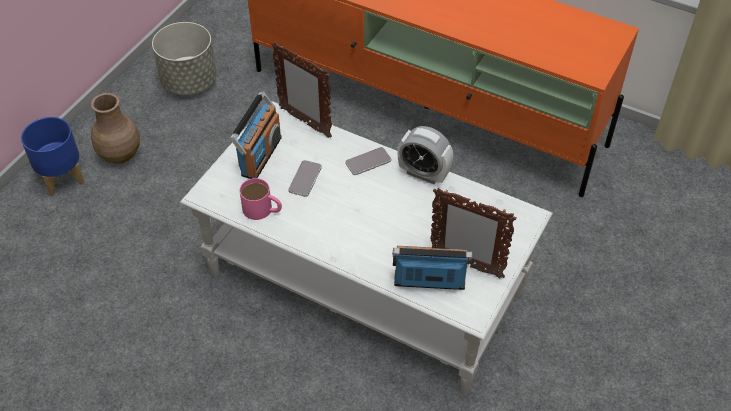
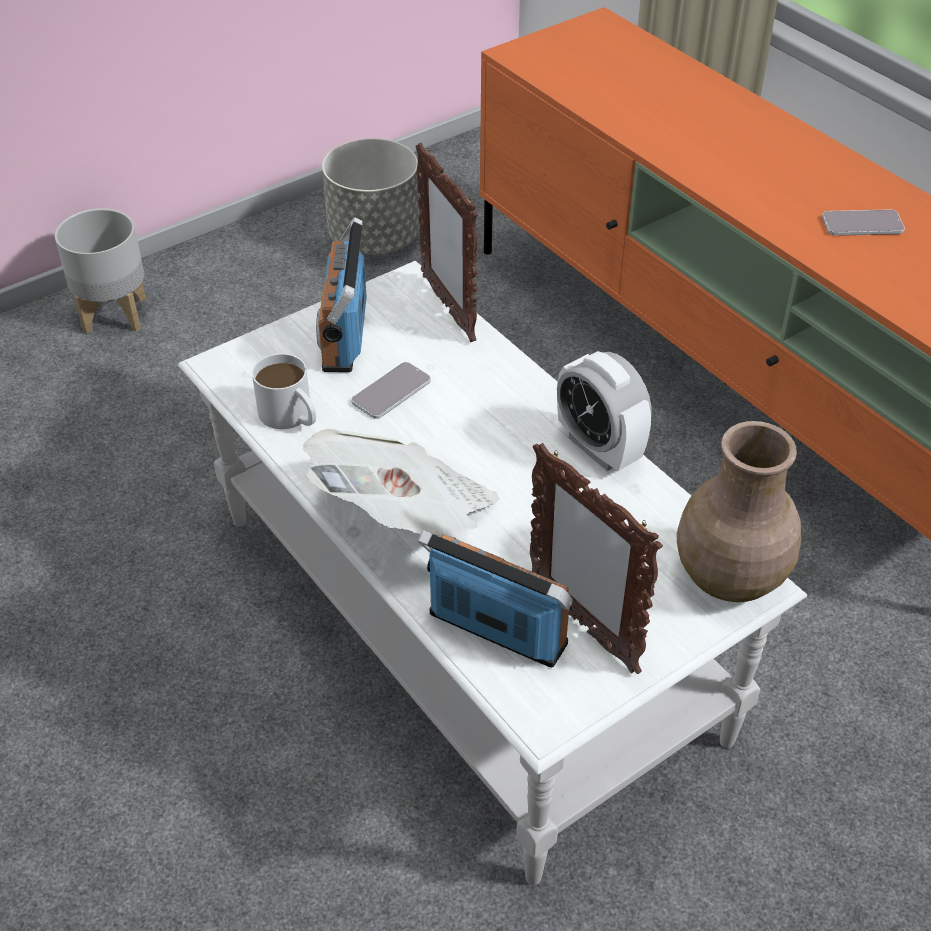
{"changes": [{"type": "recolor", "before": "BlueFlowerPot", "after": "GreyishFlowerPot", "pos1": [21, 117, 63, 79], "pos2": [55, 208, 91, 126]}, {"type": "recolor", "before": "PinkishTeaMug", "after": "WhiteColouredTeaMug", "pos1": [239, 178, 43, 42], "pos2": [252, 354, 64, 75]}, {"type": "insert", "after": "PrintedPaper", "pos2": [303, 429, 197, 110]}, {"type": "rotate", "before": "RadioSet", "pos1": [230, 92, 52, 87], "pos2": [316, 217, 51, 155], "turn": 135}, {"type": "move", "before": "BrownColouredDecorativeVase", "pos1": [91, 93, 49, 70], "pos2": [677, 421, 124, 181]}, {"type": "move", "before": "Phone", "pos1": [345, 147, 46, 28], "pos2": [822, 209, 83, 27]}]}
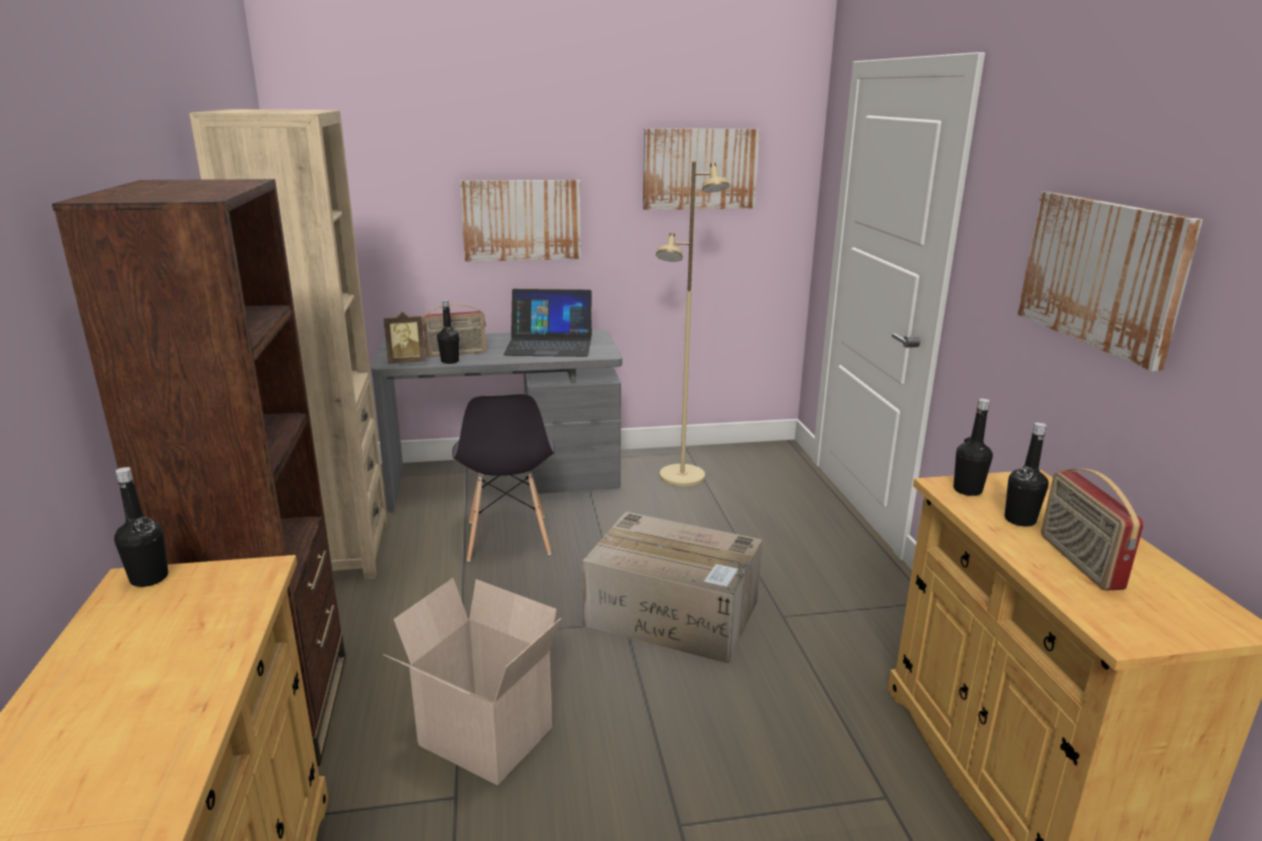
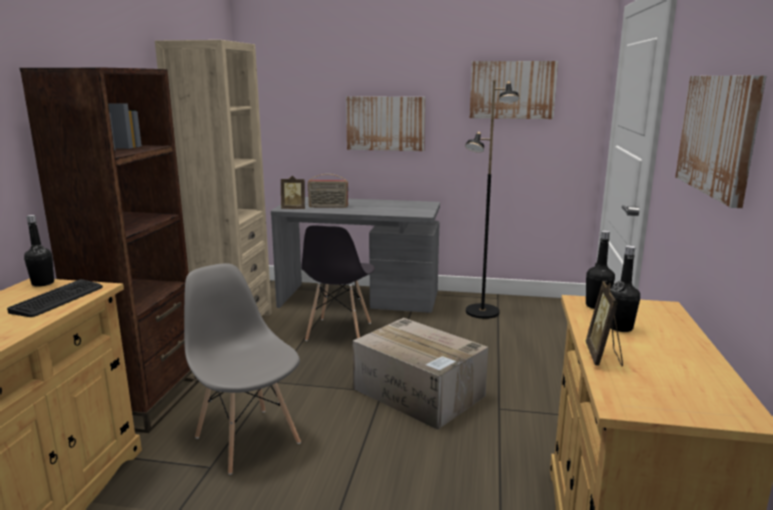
{"changes": [{"type": "insert", "after": "ComputerKeyboard", "pos2": [7, 279, 96, 38]}, {"type": "replace", "before": "Carton", "after": "GreyishUprightChair", "pos1": [384, 578, 177, 208], "pos2": [184, 263, 117, 212]}, {"type": "recolor", "before": "SandColouredStandingLamp", "after": "BlackColouredStandingLamp", "pos1": [656, 161, 74, 326], "pos2": [465, 80, 54, 239]}, {"type": "insert", "after": "PhotoFrame", "pos2": [586, 281, 37, 85]}, {"type": "delete", "before": "BlackColouredDrinkBottle", "pos1": [437, 300, 22, 64]}, {"type": "delete", "before": "NotebookComputer", "pos1": [503, 289, 89, 68]}, {"type": "delete", "before": "RadioSet", "pos1": [1041, 468, 103, 123]}]}
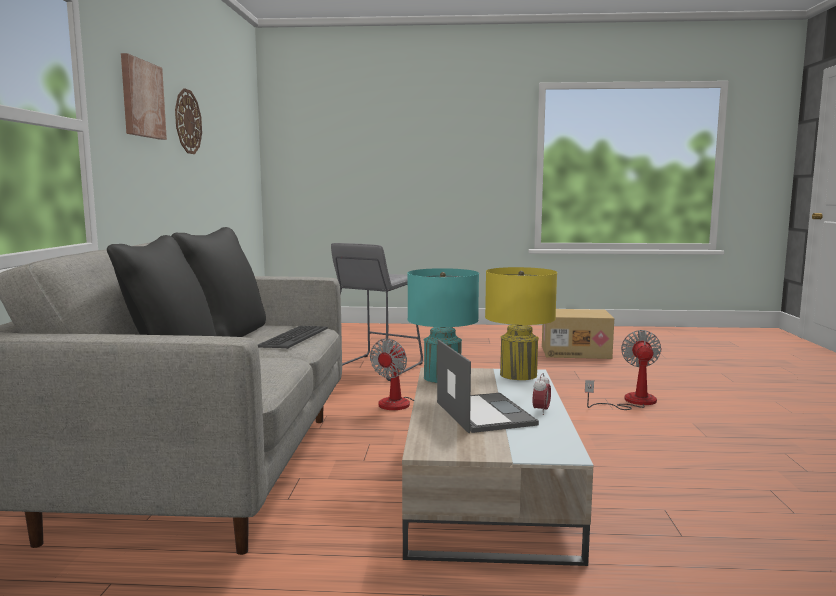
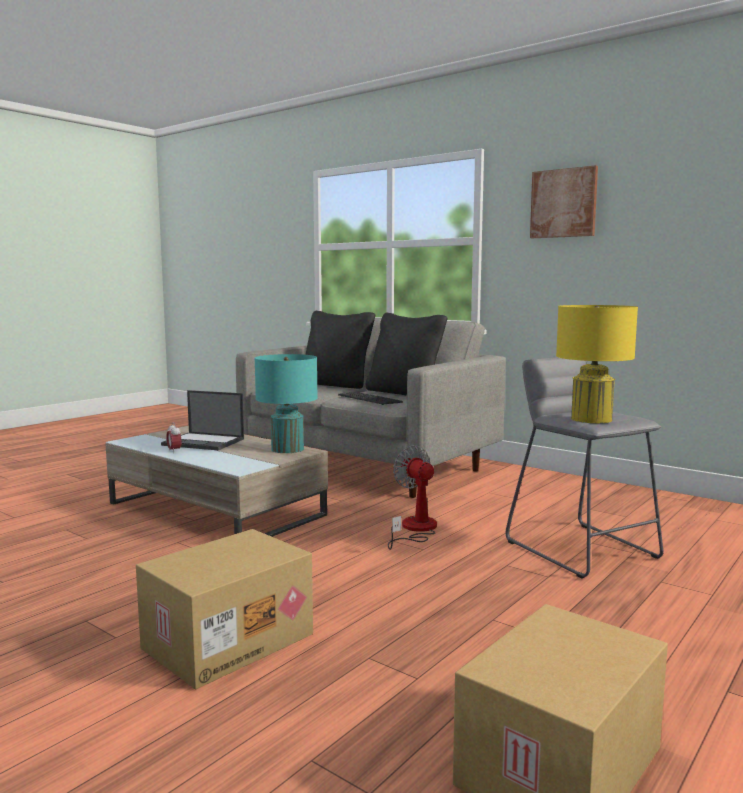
{"changes": [{"type": "replace", "before": "CoolingFan", "after": "Carton", "pos1": [585, 330, 76, 80], "pos2": [136, 529, 177, 160]}, {"type": "move", "before": "YellowTabletopLamp", "pos1": [485, 267, 72, 113], "pos2": [556, 305, 82, 118]}, {"type": "delete", "before": "WallClock", "pos1": [175, 88, 27, 66]}]}
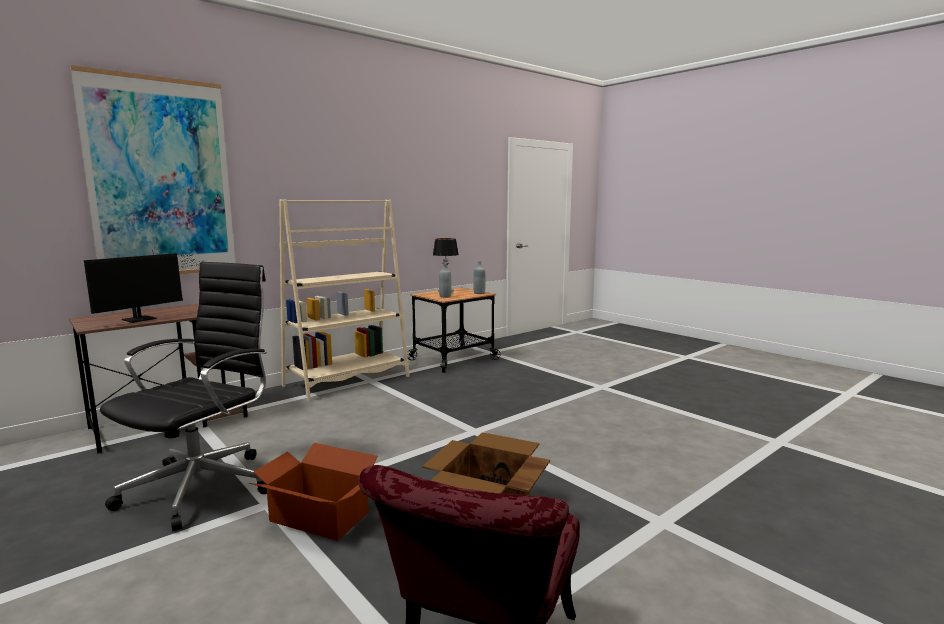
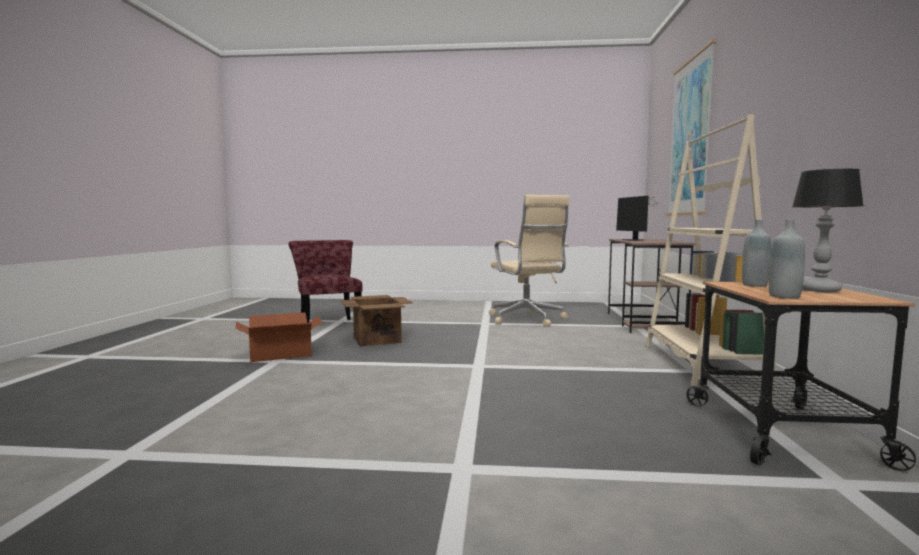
{"changes": [{"type": "move", "before": "Carton", "pos1": [249, 443, 129, 98], "pos2": [235, 312, 87, 50]}, {"type": "recolor", "before": "BlackColouredComputerChair", "after": "SandColouredComputerChair", "pos1": [100, 262, 167, 269], "pos2": [489, 195, 81, 132]}]}
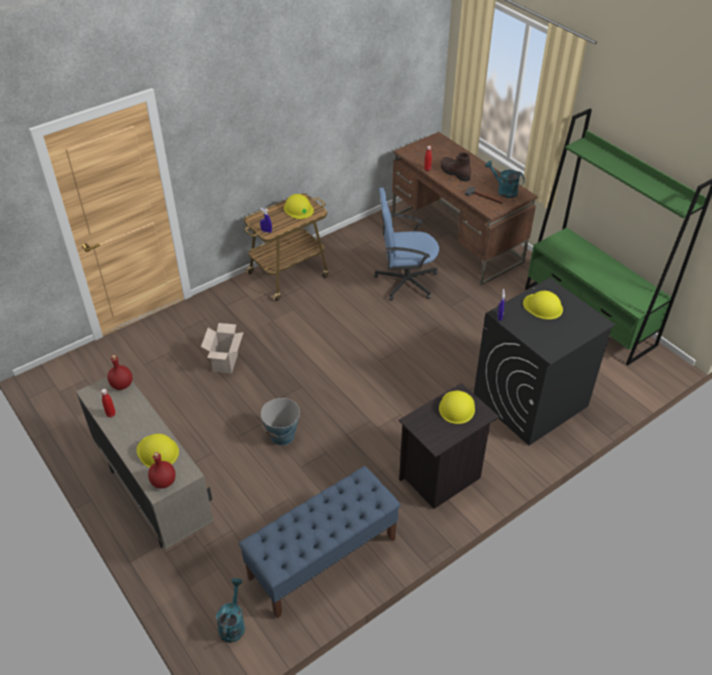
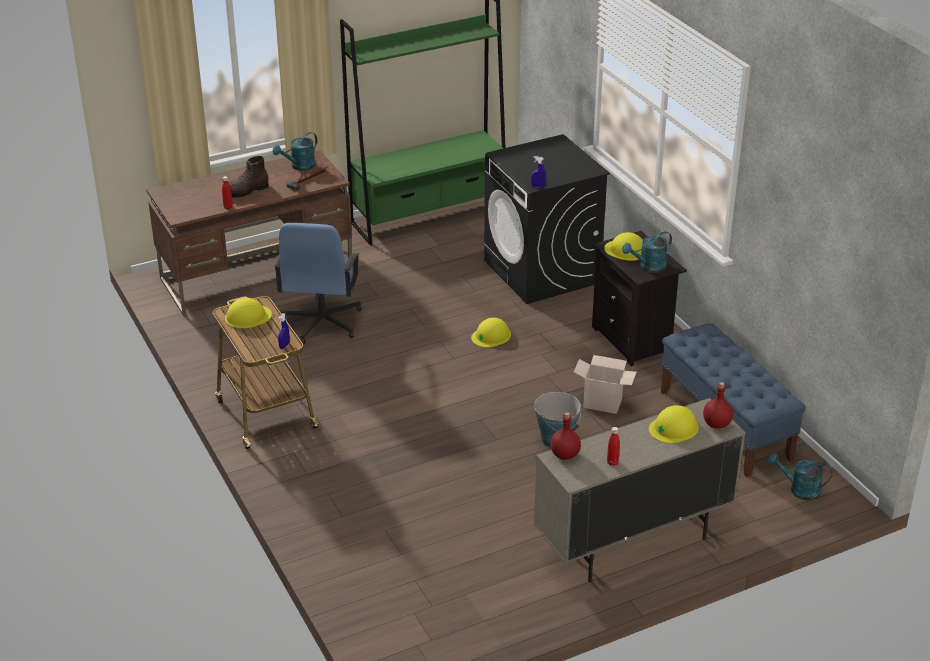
{"changes": [{"type": "move", "before": "YellowHardHat", "pos1": [523, 291, 40, 29], "pos2": [471, 318, 40, 30]}, {"type": "move", "before": "Carton", "pos1": [201, 323, 42, 50], "pos2": [574, 355, 62, 59]}, {"type": "insert", "after": "BlueGreenSprinklingCan", "pos2": [622, 231, 50, 42]}]}
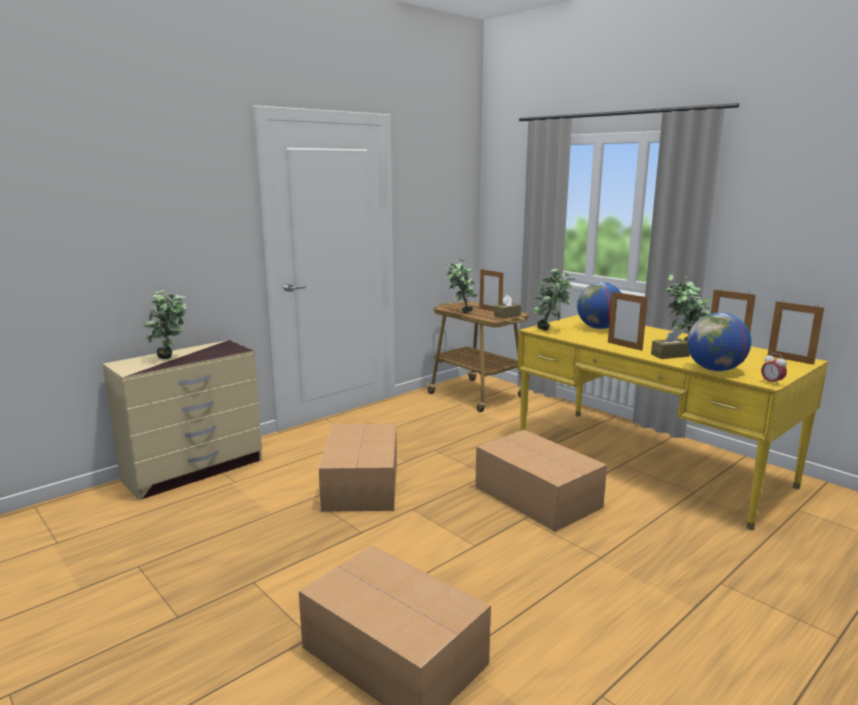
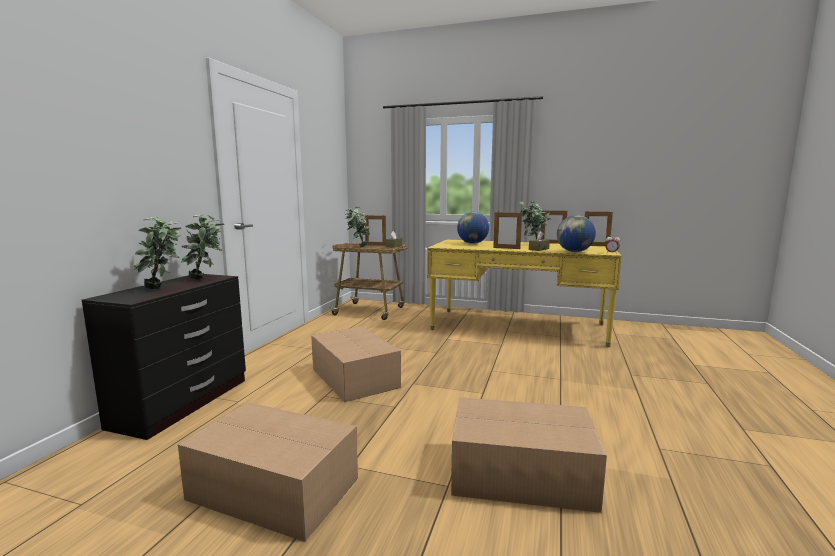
{"changes": [{"type": "recolor", "before": "SandColouredChestOfDrawers", "after": "BlackColouredChestOfDrawers", "pos1": [103, 340, 159, 160], "pos2": [82, 274, 164, 166]}, {"type": "move", "before": "Carton", "pos1": [475, 430, 132, 102], "pos2": [178, 402, 180, 140]}, {"type": "move", "before": "PlantInAPot", "pos1": [533, 269, 43, 62], "pos2": [181, 214, 43, 66]}]}
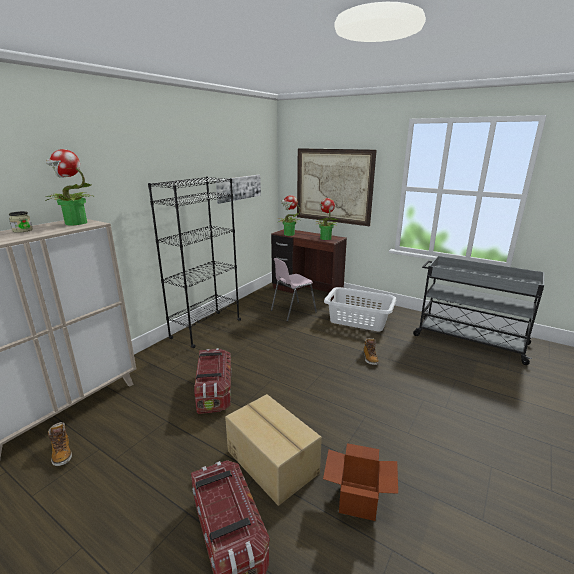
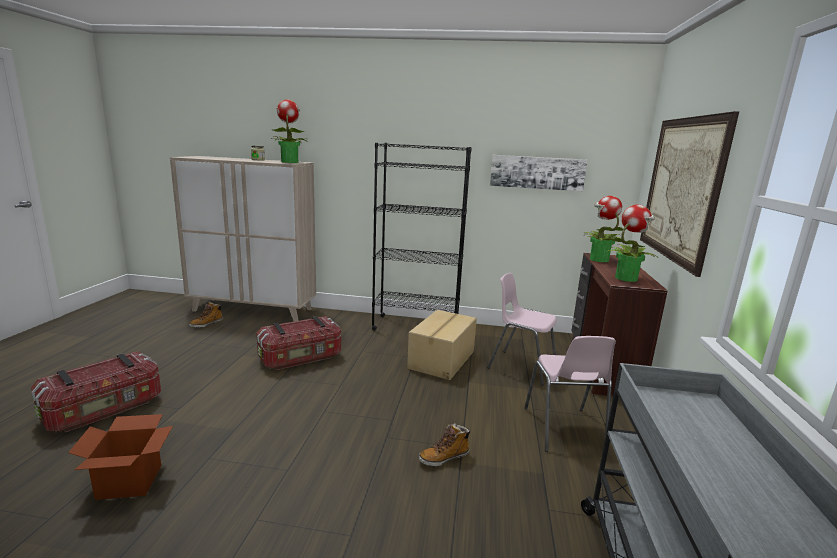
{"changes": [{"type": "move", "before": "Carton", "pos1": [225, 394, 97, 112], "pos2": [407, 310, 70, 70]}, {"type": "replace", "before": "WhiteColouredLaundryBasket", "after": "PinkishUprightChair", "pos1": [324, 287, 72, 44], "pos2": [524, 336, 92, 116]}]}
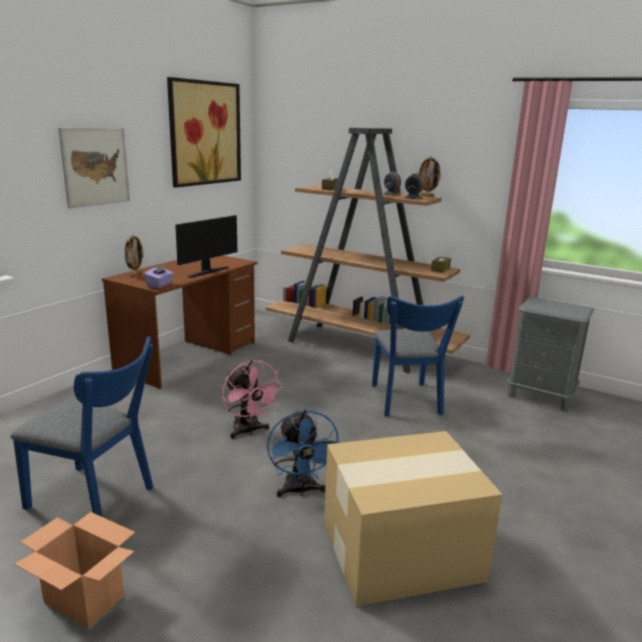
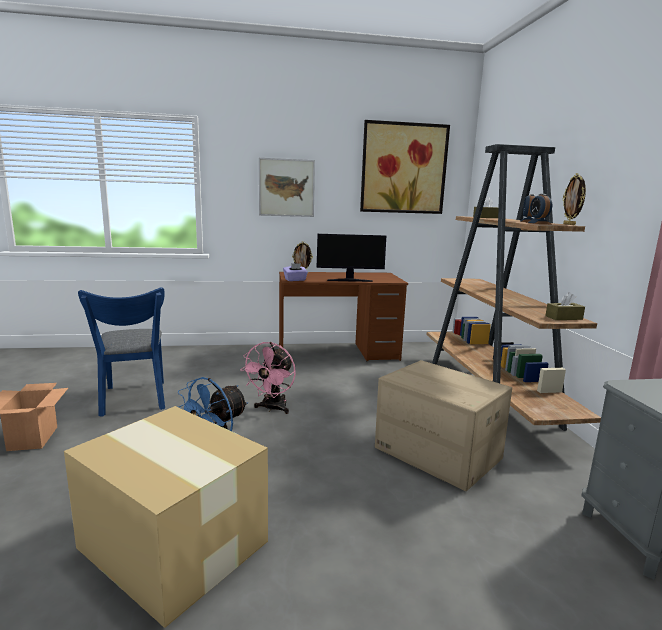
{"changes": [{"type": "replace", "before": "BlueUprightChair", "after": "Carton", "pos1": [372, 296, 92, 121], "pos2": [375, 360, 137, 131]}]}
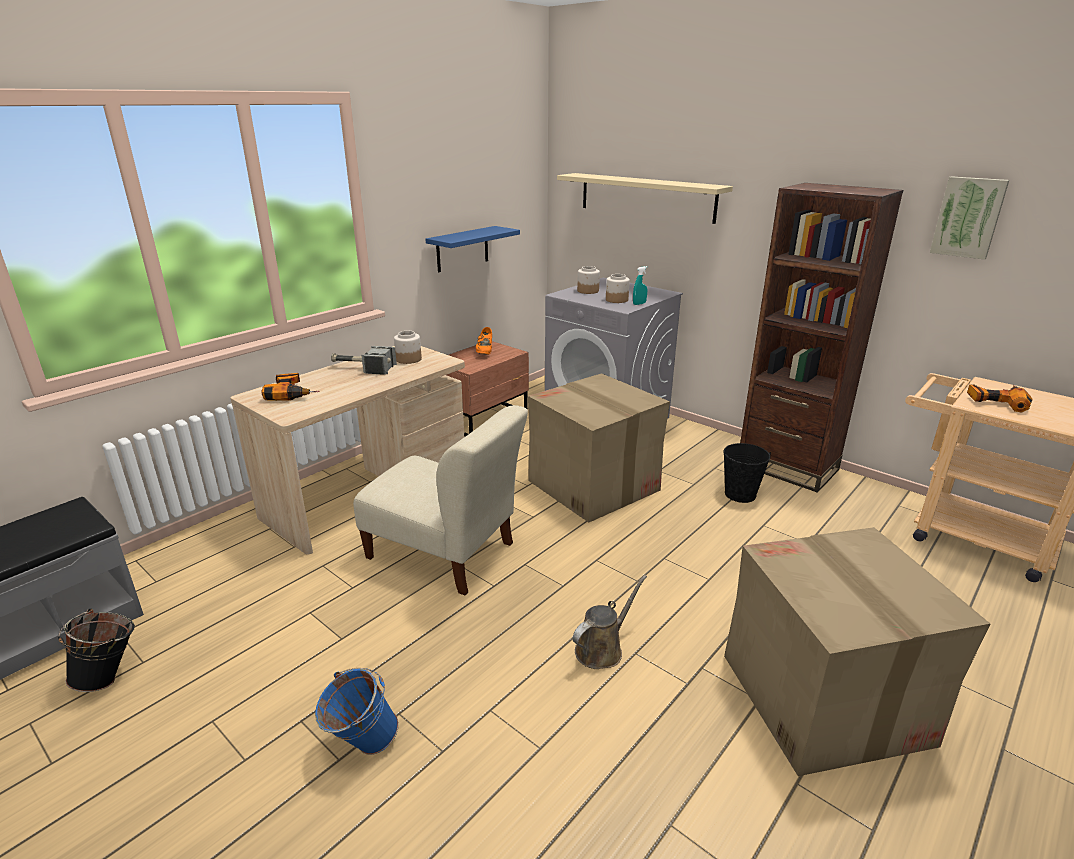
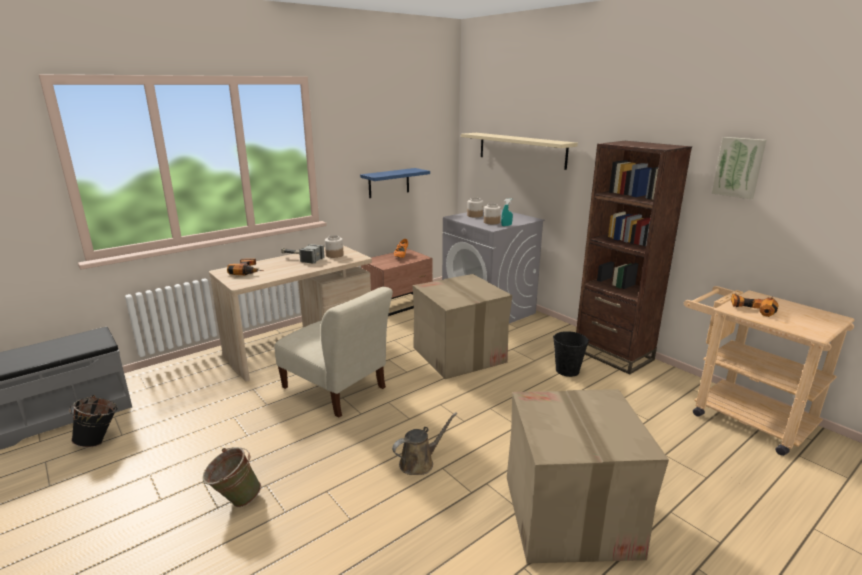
{"changes": [{"type": "recolor", "before": "BlueBucket", "after": "GreenColouredBucket", "pos1": [315, 668, 84, 87], "pos2": [203, 447, 58, 60]}]}
